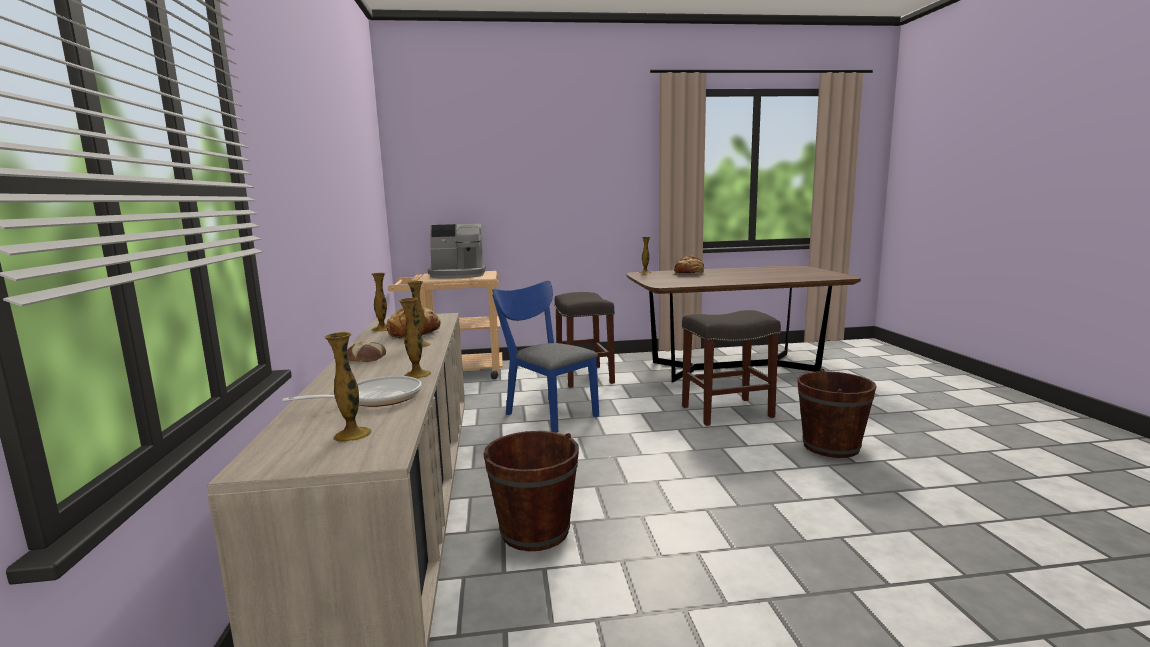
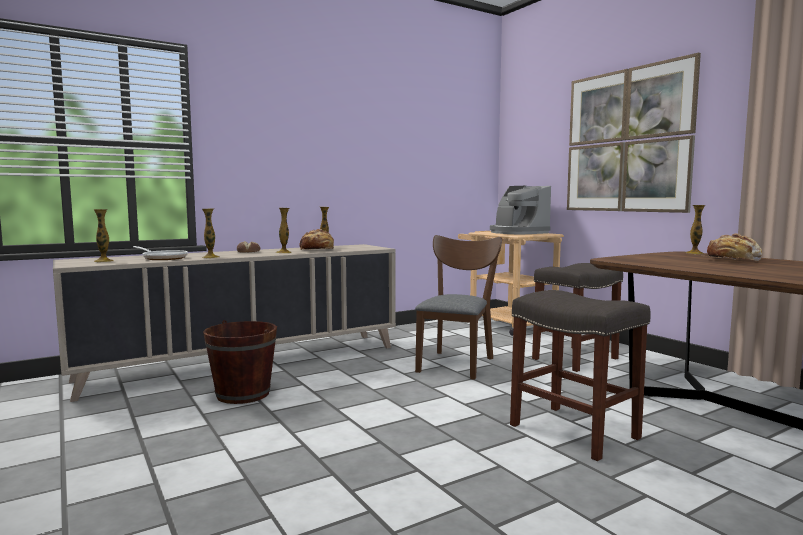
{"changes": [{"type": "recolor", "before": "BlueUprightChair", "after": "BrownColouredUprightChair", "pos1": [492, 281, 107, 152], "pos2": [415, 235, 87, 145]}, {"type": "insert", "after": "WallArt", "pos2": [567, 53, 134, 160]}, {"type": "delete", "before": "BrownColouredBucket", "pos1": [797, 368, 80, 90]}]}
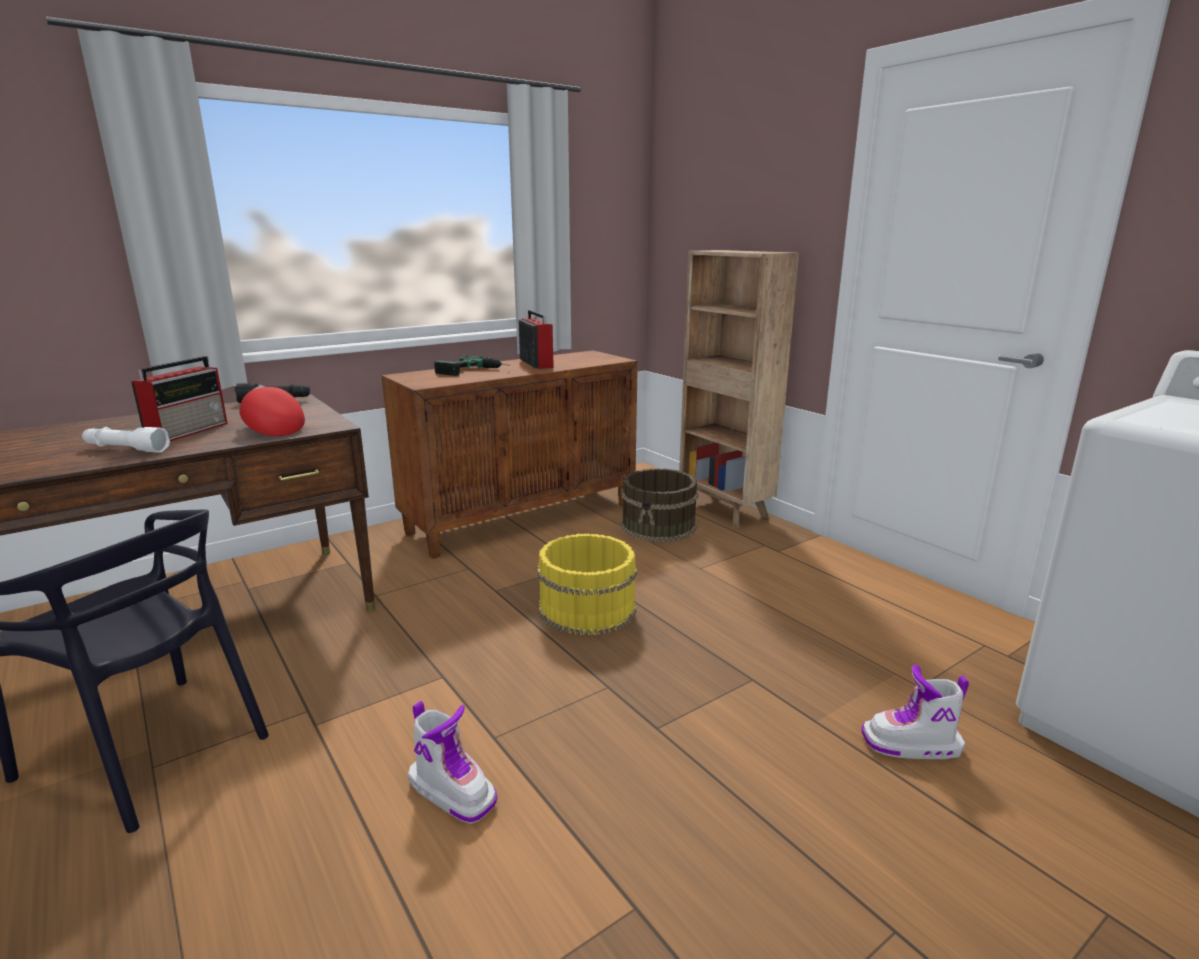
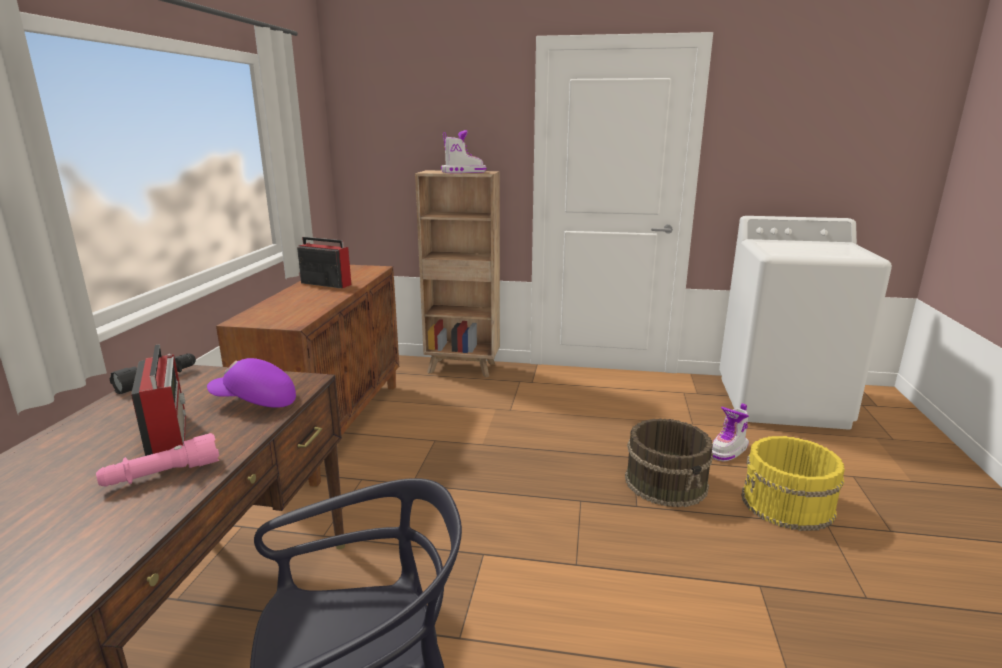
{"changes": [{"type": "recolor", "before": "WhiteColouredFlashlight", "after": "PinkishFlashlight", "pos1": [82, 427, 88, 26], "pos2": [96, 433, 123, 54]}, {"type": "recolor", "before": "RedColouredCap", "after": "PurpleColouredCap", "pos1": [239, 386, 66, 50], "pos2": [207, 358, 89, 50]}, {"type": "move", "before": "HighTopBoot", "pos1": [408, 701, 89, 123], "pos2": [441, 130, 45, 43]}, {"type": "move", "before": "BrownColouredBucket", "pos1": [621, 468, 77, 74], "pos2": [625, 419, 88, 88]}, {"type": "move", "before": "YellowBucket", "pos1": [537, 534, 100, 101], "pos2": [742, 436, 103, 95]}, {"type": "delete", "before": "PowerDrill", "pos1": [434, 355, 76, 21]}]}
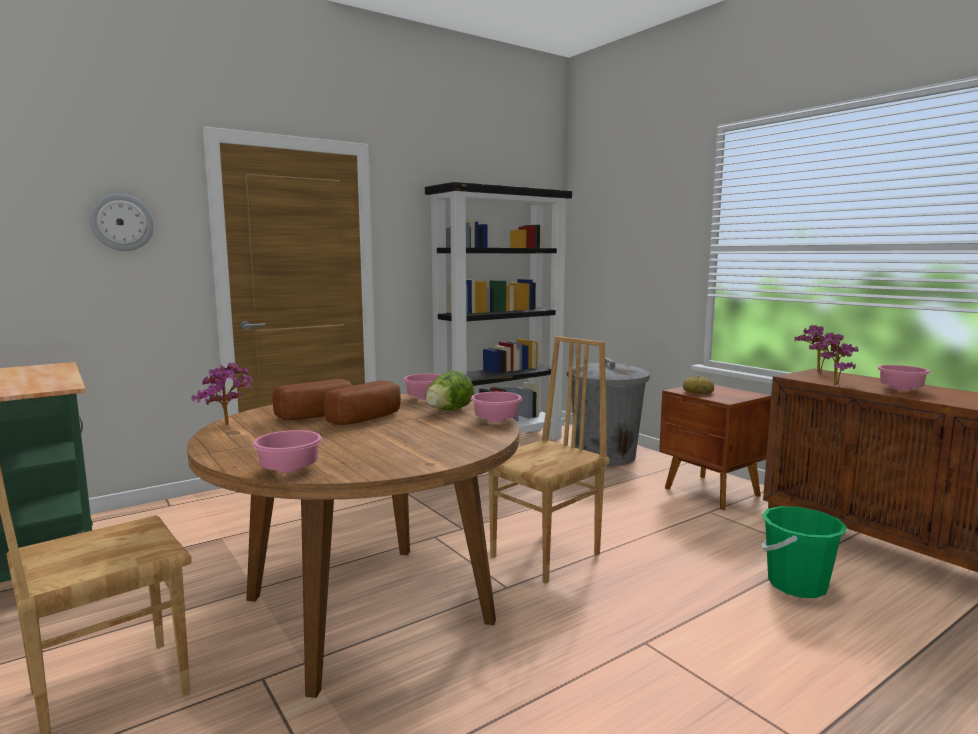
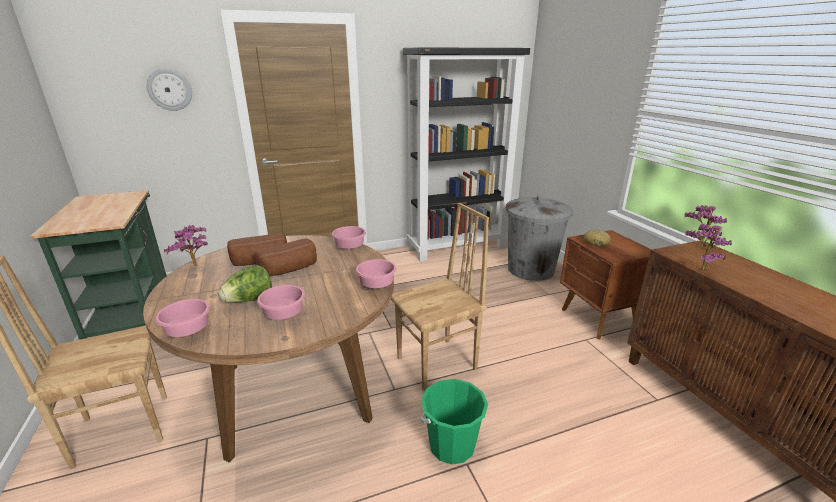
{"changes": [{"type": "move", "before": "LettuceHead", "pos1": [425, 371, 49, 39], "pos2": [218, 265, 54, 38]}, {"type": "move", "before": "PinkishDeepDish", "pos1": [877, 365, 53, 26], "pos2": [257, 285, 48, 35]}, {"type": "move", "before": "GreenColouredBucket", "pos1": [762, 506, 85, 92], "pos2": [421, 379, 67, 85]}]}
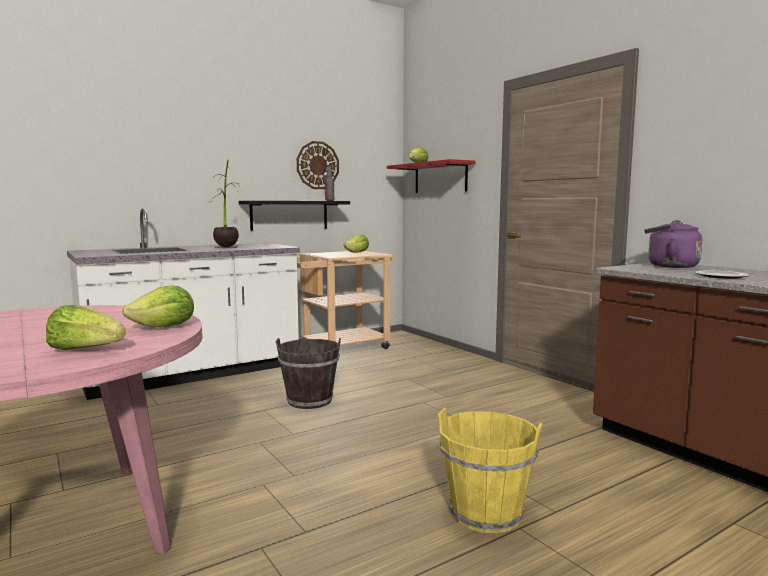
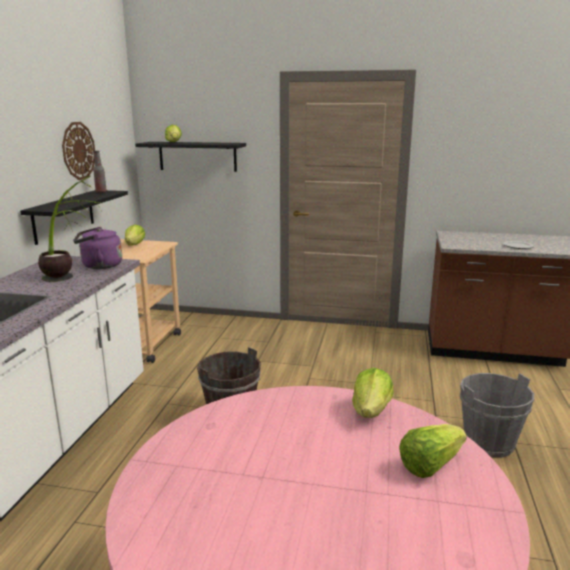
{"changes": [{"type": "move", "before": "PurpleColouredWaterKettle", "pos1": [645, 220, 57, 48], "pos2": [73, 227, 49, 42]}, {"type": "recolor", "before": "RedColouredShelf", "after": "BlackColouredShelf", "pos1": [387, 159, 88, 34], "pos2": [135, 142, 111, 30]}, {"type": "recolor", "before": "YellowBucket", "after": "GreyishBucket", "pos1": [438, 408, 105, 125], "pos2": [460, 373, 74, 85]}]}
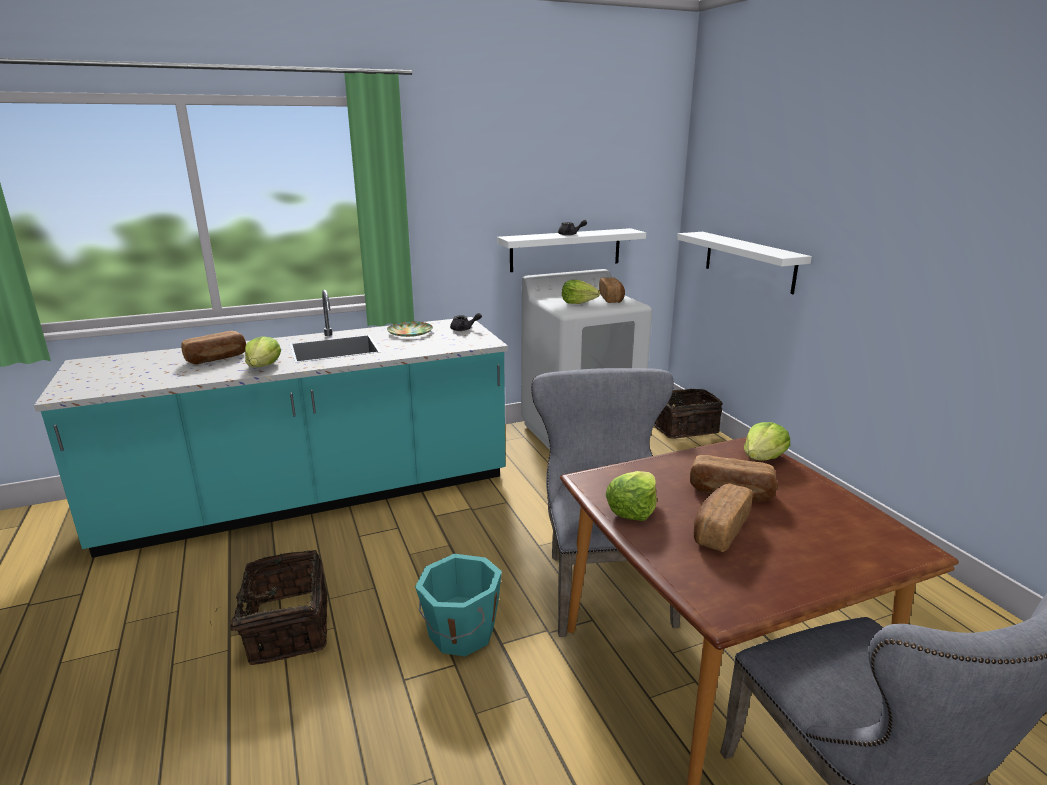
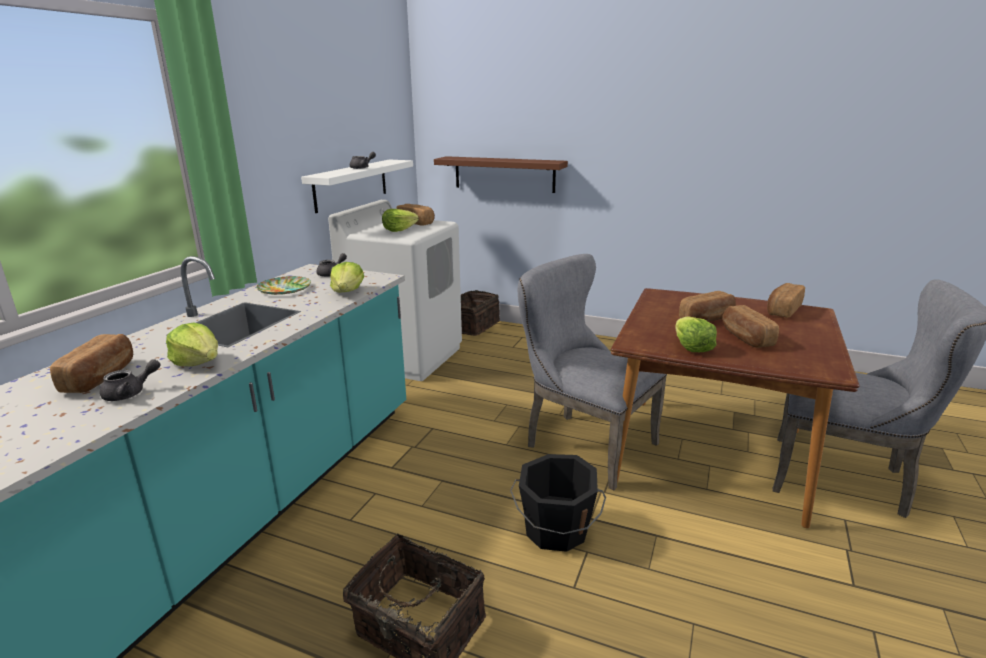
{"changes": [{"type": "insert", "after": "GreyishTeapot", "pos2": [100, 359, 61, 42]}, {"type": "move", "before": "LettuceHead", "pos1": [744, 422, 46, 39], "pos2": [330, 262, 34, 31]}, {"type": "recolor", "before": "WhiteColouredShelf", "after": "BrownColouredShelf", "pos1": [677, 232, 135, 62], "pos2": [434, 156, 134, 37]}, {"type": "recolor", "before": "BlueGreenBucket", "after": "BlackColouredBucket", "pos1": [415, 554, 87, 102], "pos2": [510, 454, 96, 98]}, {"type": "insert", "after": "Bread", "pos2": [767, 283, 38, 35]}]}
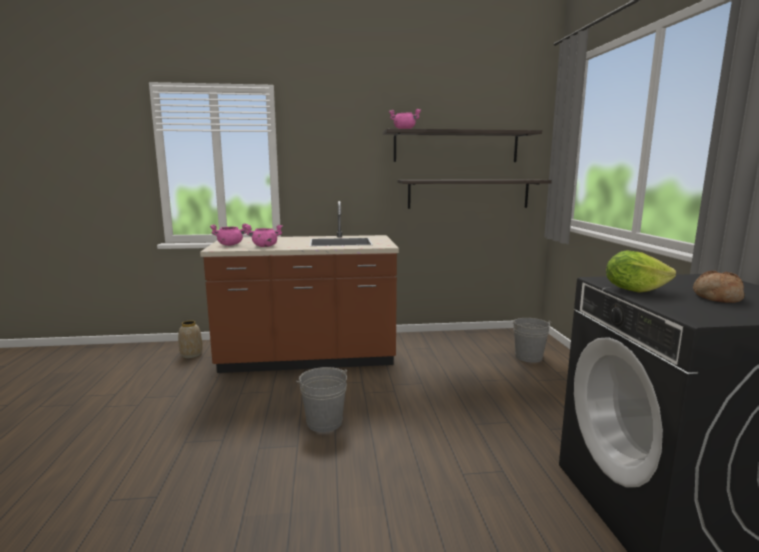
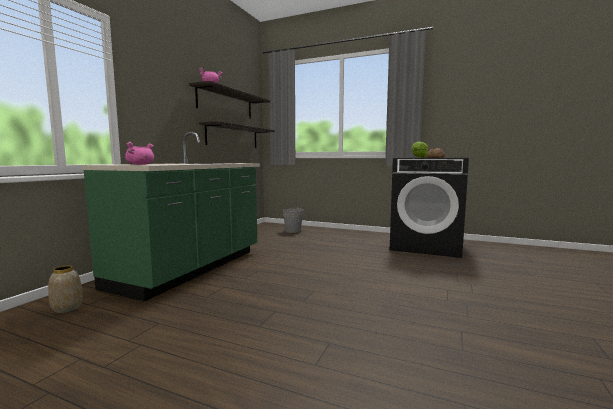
{"changes": [{"type": "recolor", "before": "BrownColouredCounter", "after": "GreenColouredCounter", "pos1": [200, 201, 199, 172], "pos2": [82, 132, 178, 169]}, {"type": "delete", "before": "PinkishCookingPot", "pos1": [245, 225, 38, 22]}, {"type": "delete", "before": "GreyishBucket", "pos1": [296, 367, 51, 65]}]}
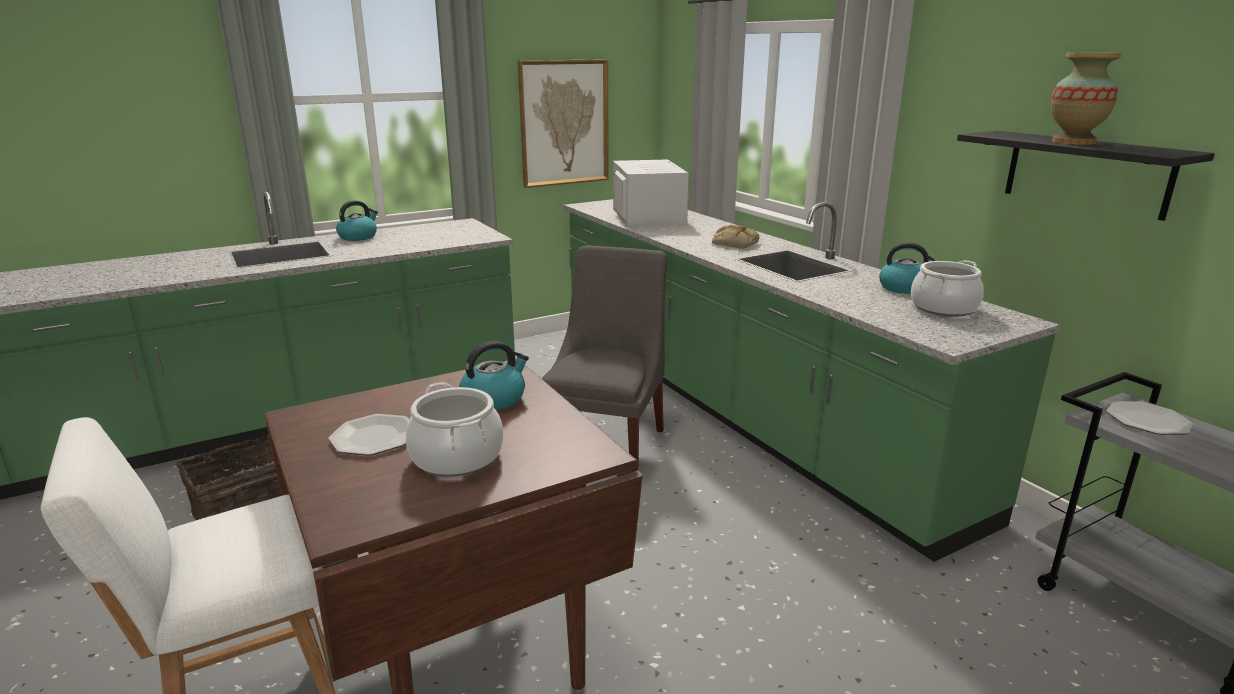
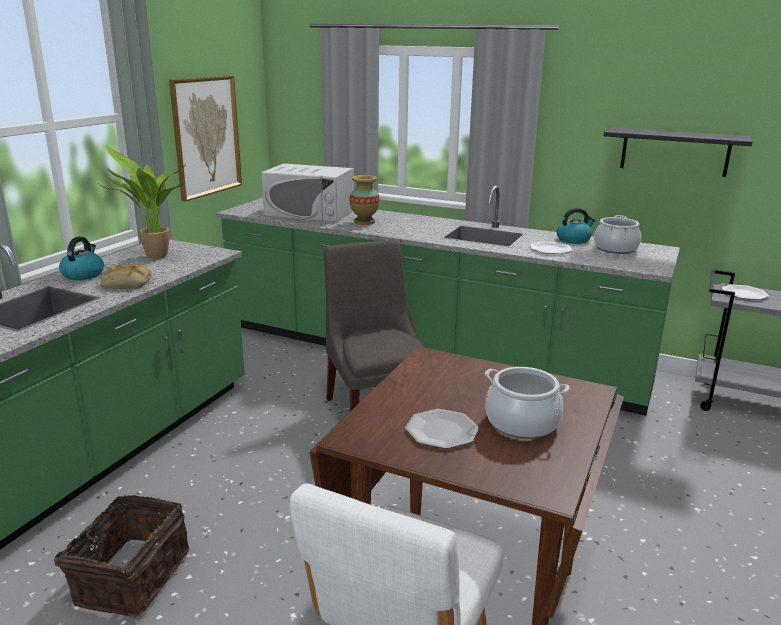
{"changes": [{"type": "insert", "after": "PlantInAPot", "pos2": [99, 145, 87, 114]}, {"type": "move", "before": "Bread", "pos1": [712, 225, 47, 24], "pos2": [101, 264, 51, 25]}, {"type": "rotate", "before": "WhiteColouredKitchenMicrowave", "pos1": [613, 159, 76, 68], "pos2": [262, 164, 92, 58], "turn": 150}, {"type": "move", "before": "DecorativeVase", "pos1": [1051, 52, 71, 93], "pos2": [349, 175, 31, 50]}, {"type": "insert", "after": "FlatDish", "pos2": [530, 241, 42, 13]}, {"type": "delete", "before": "WaterKettle", "pos1": [459, 341, 70, 69]}]}
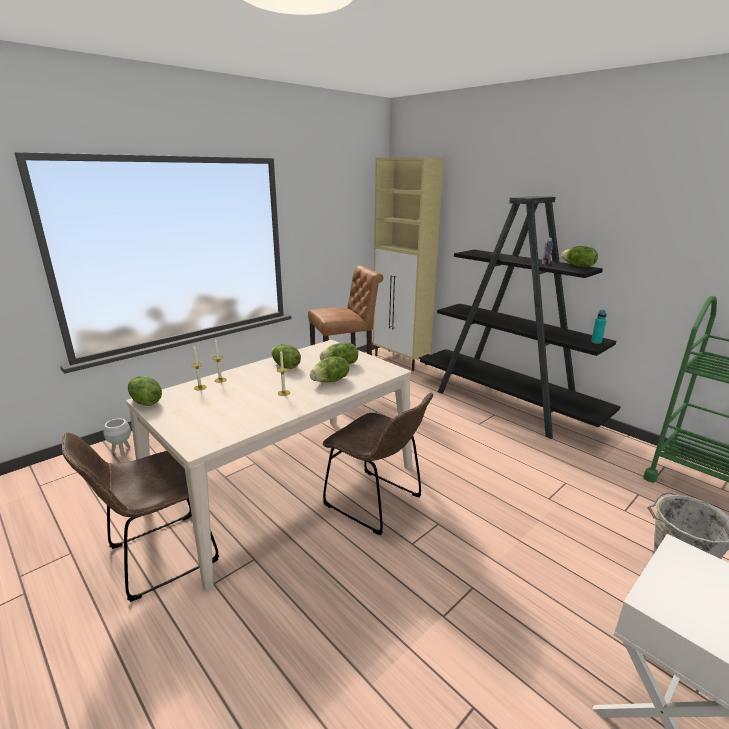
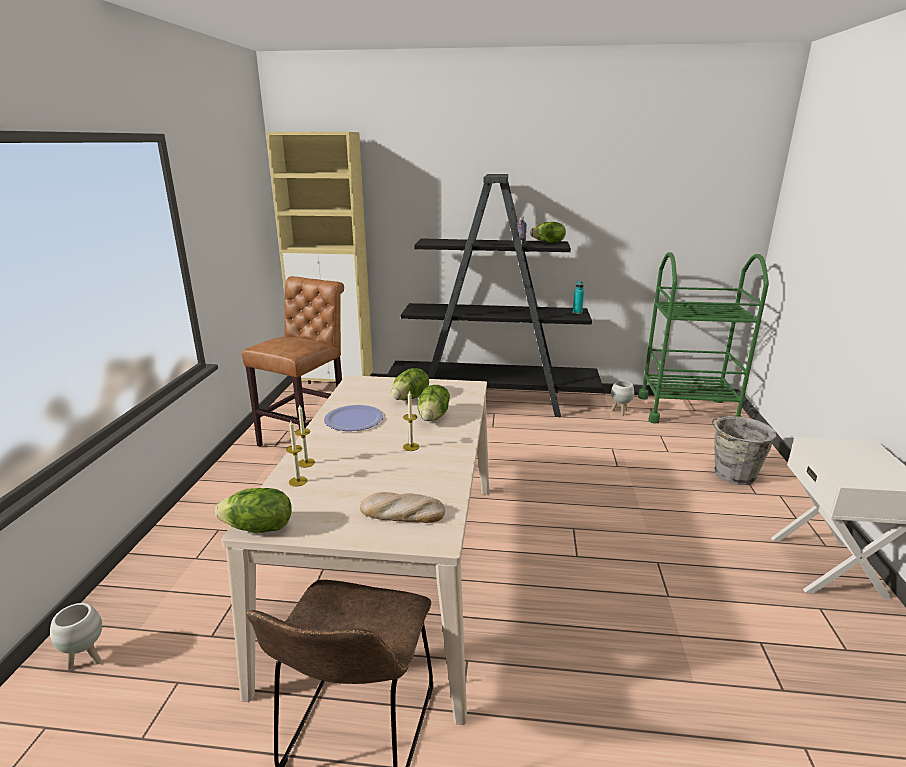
{"changes": [{"type": "replace", "before": "LettuceHead", "after": "FlatDish", "pos1": [271, 344, 30, 25], "pos2": [324, 405, 59, 26]}, {"type": "insert", "after": "Bread", "pos2": [360, 492, 85, 31]}, {"type": "insert", "after": "WhiteColouredFlowerPot", "pos2": [611, 381, 23, 35]}, {"type": "delete", "before": "BrownColouredUprightChair", "pos1": [323, 392, 110, 143]}]}
